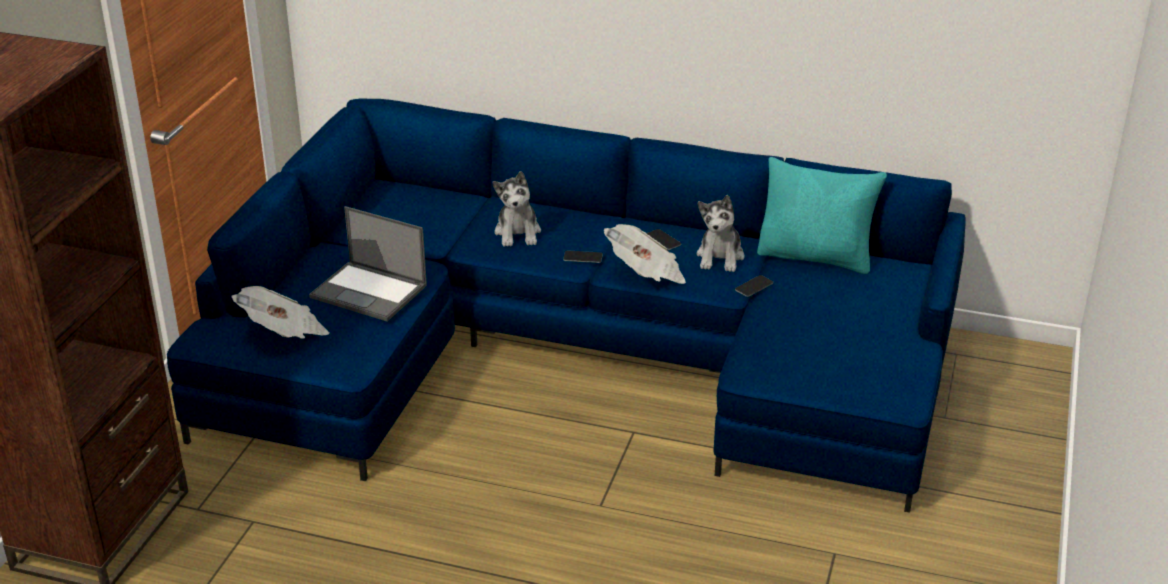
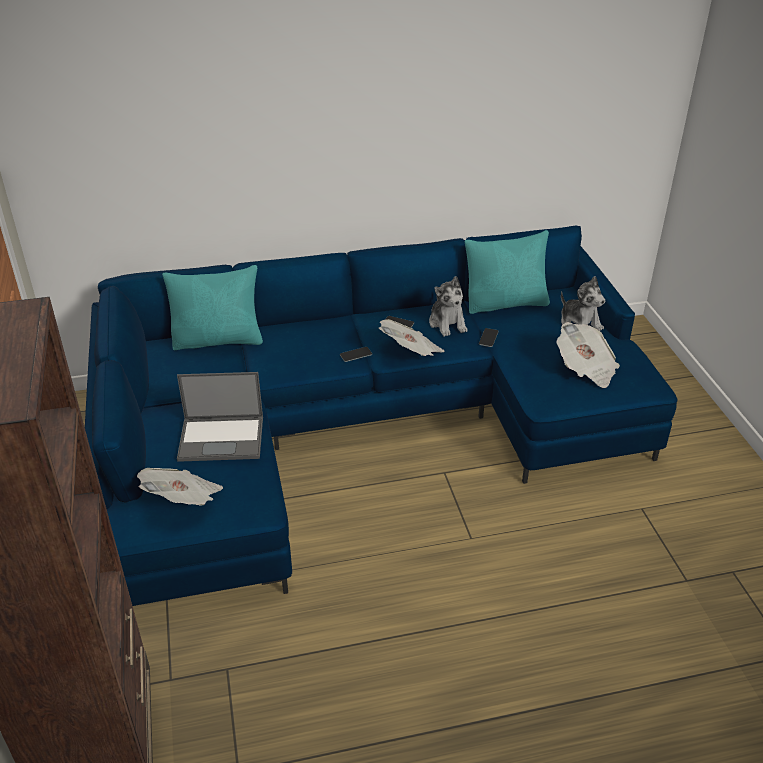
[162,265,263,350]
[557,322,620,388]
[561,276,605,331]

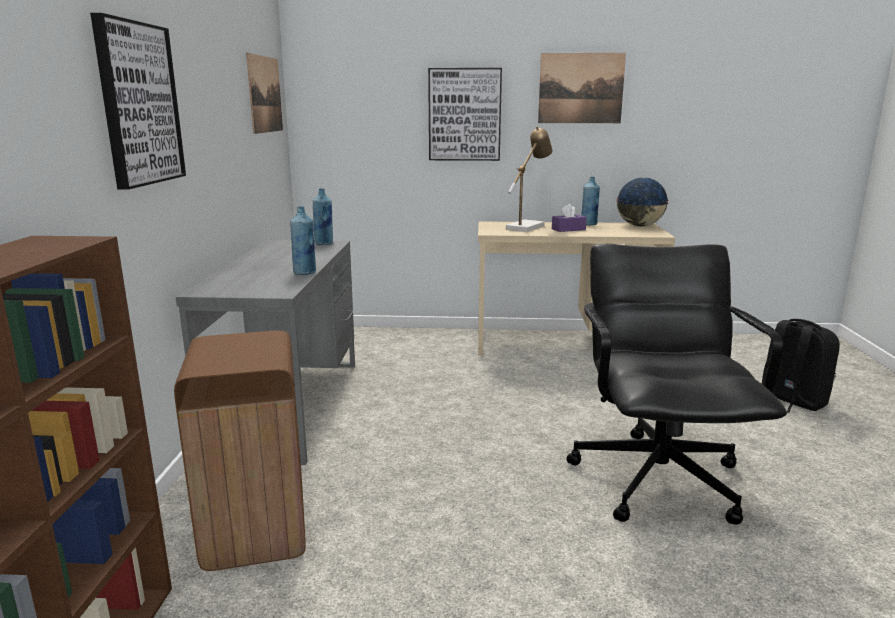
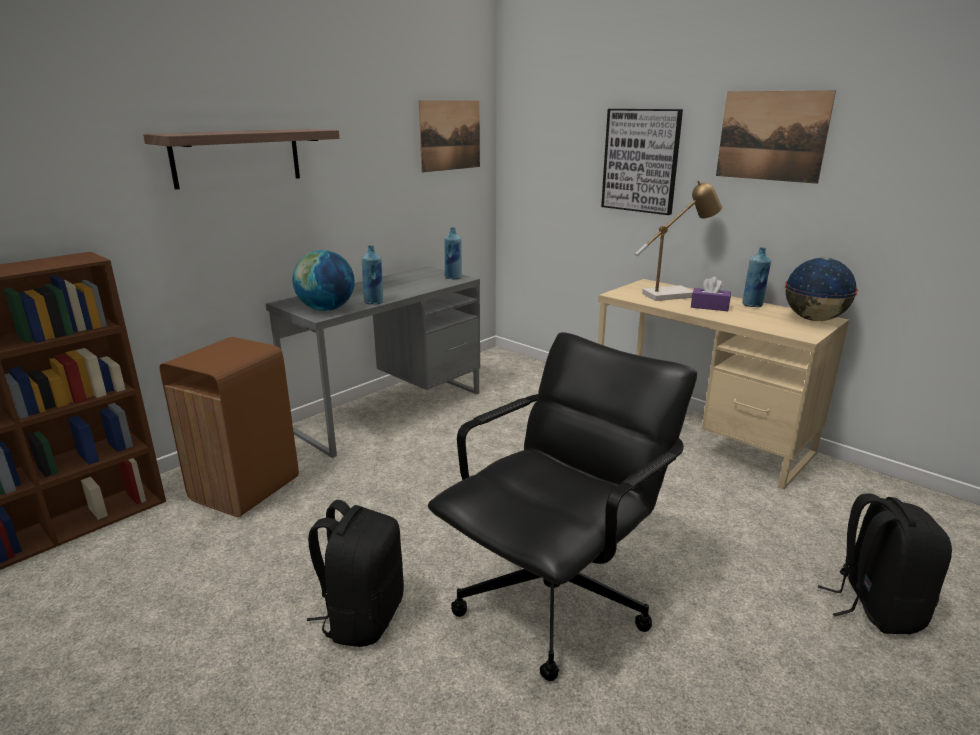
[293,250,355,311]
[307,500,404,647]
[143,129,340,190]

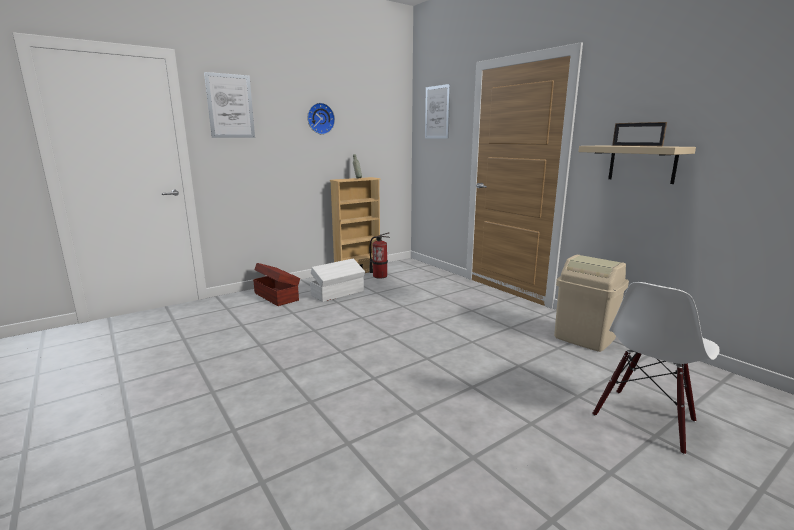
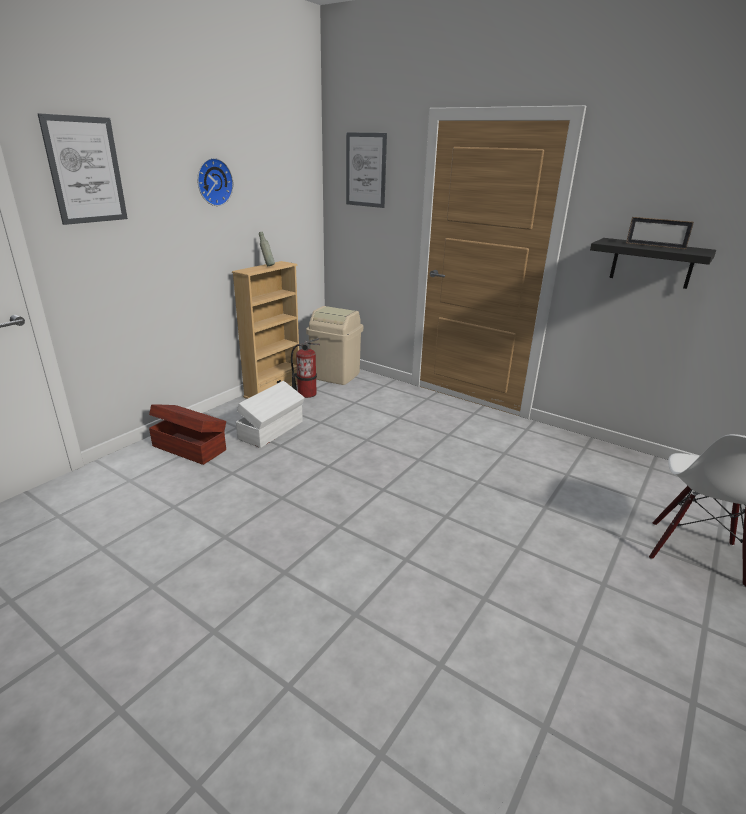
[306,306,363,385]
[590,238,716,289]

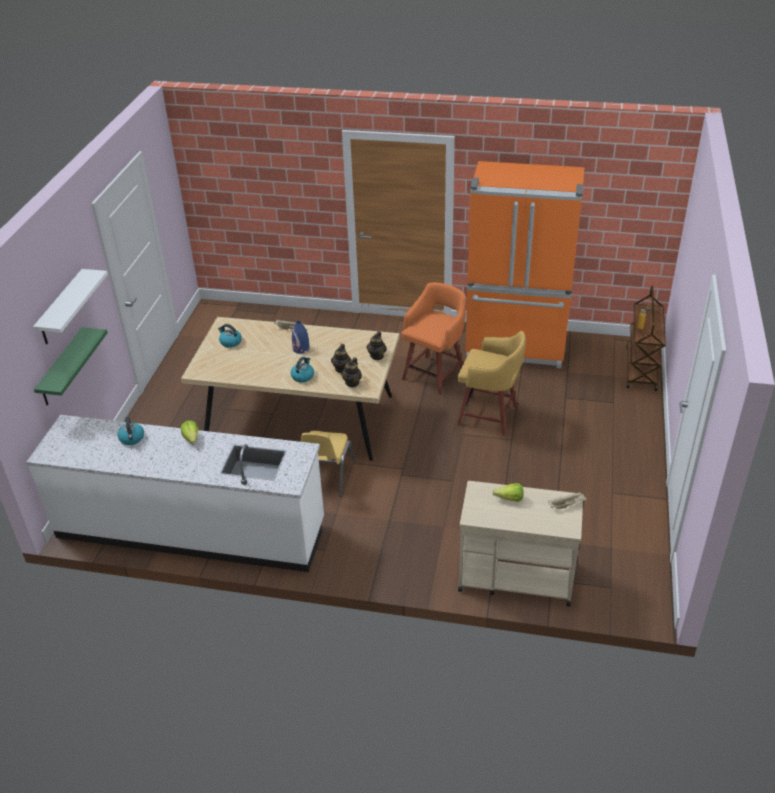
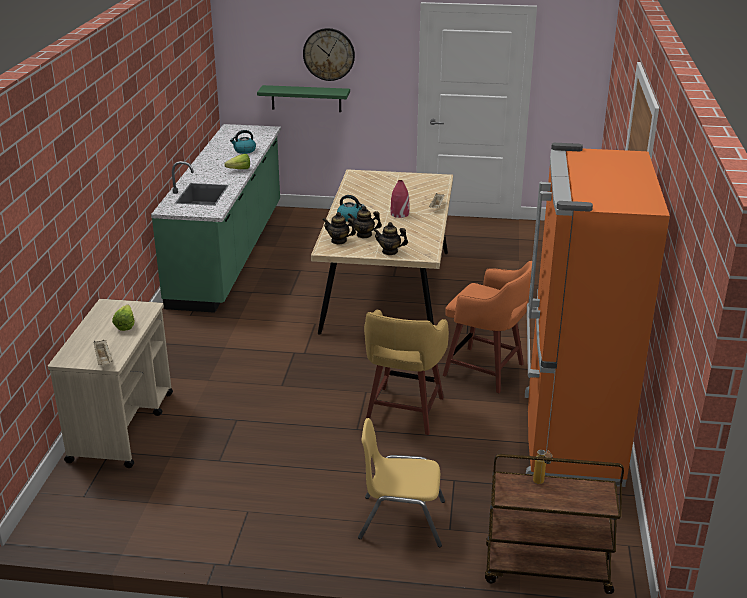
[218,324,242,348] (first image)
[358,418,445,547]
[303,28,355,81]
[151,124,281,313]
[391,180,409,218]

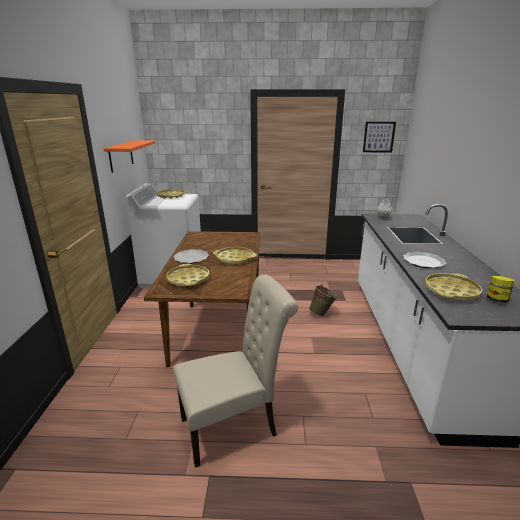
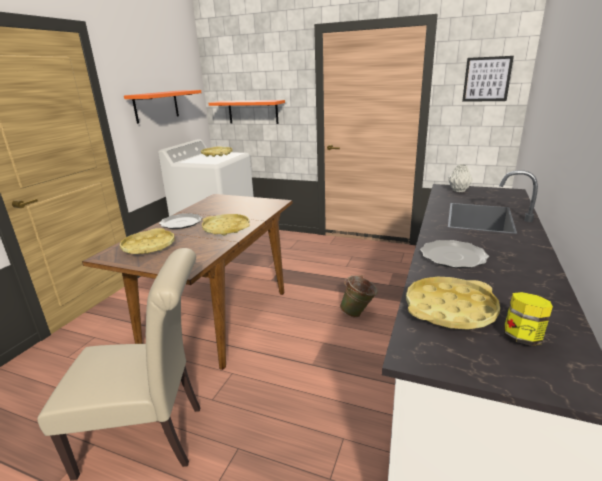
[209,100,285,124]

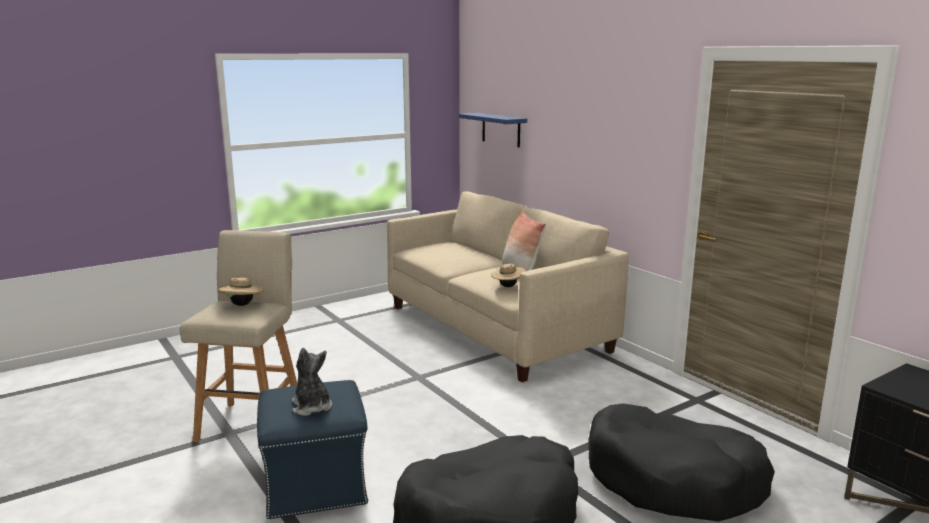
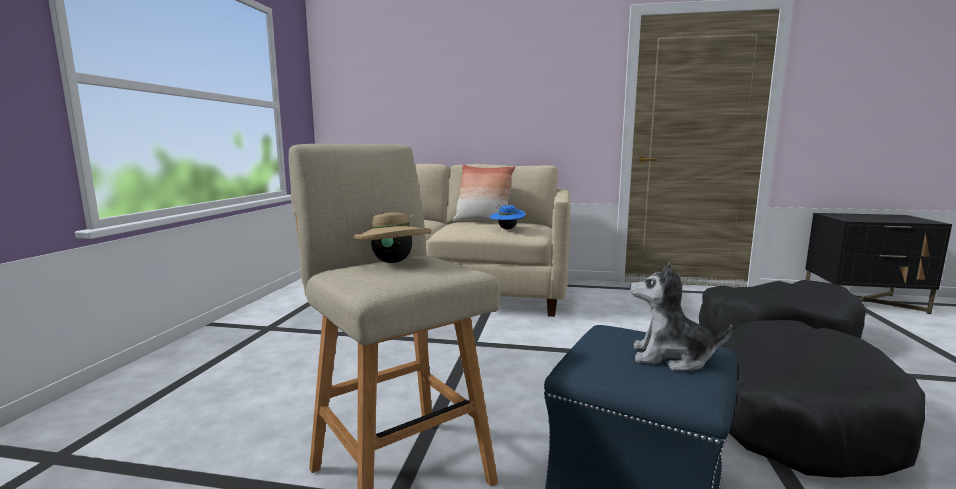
[459,113,527,147] (first image)
[490,205,525,229]

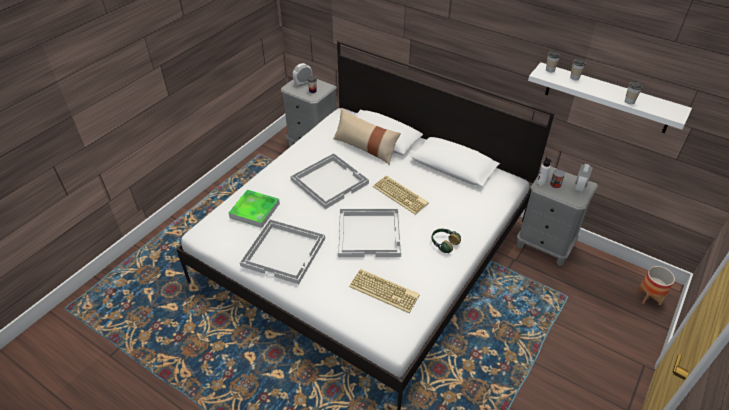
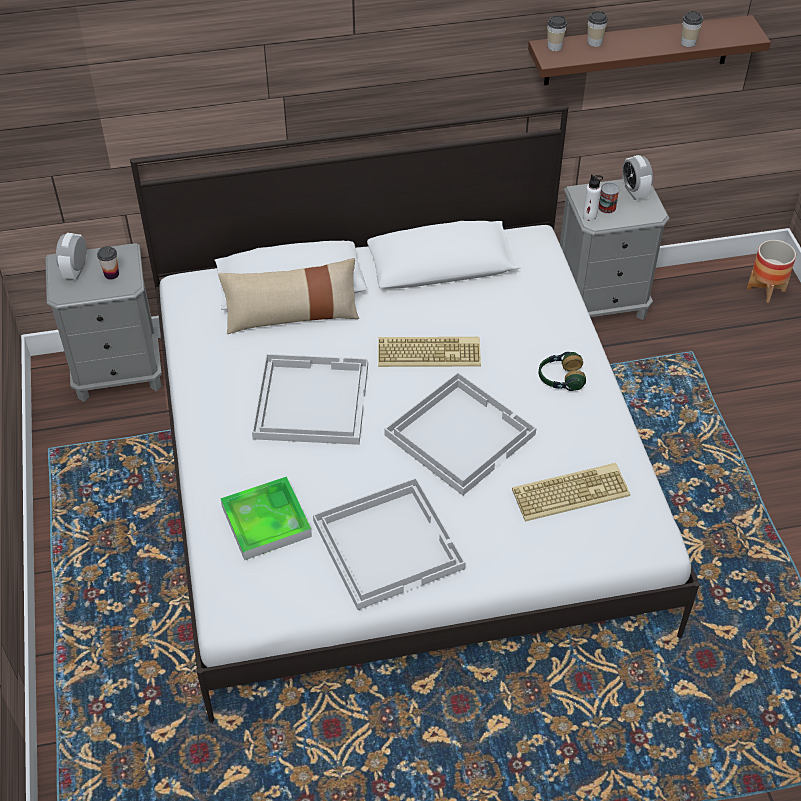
[528,15,771,85]

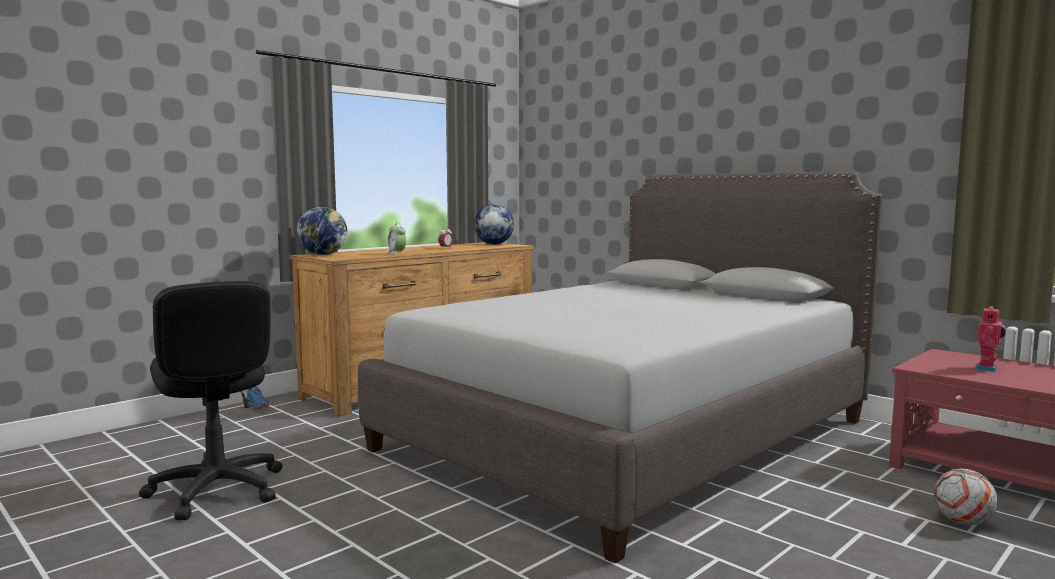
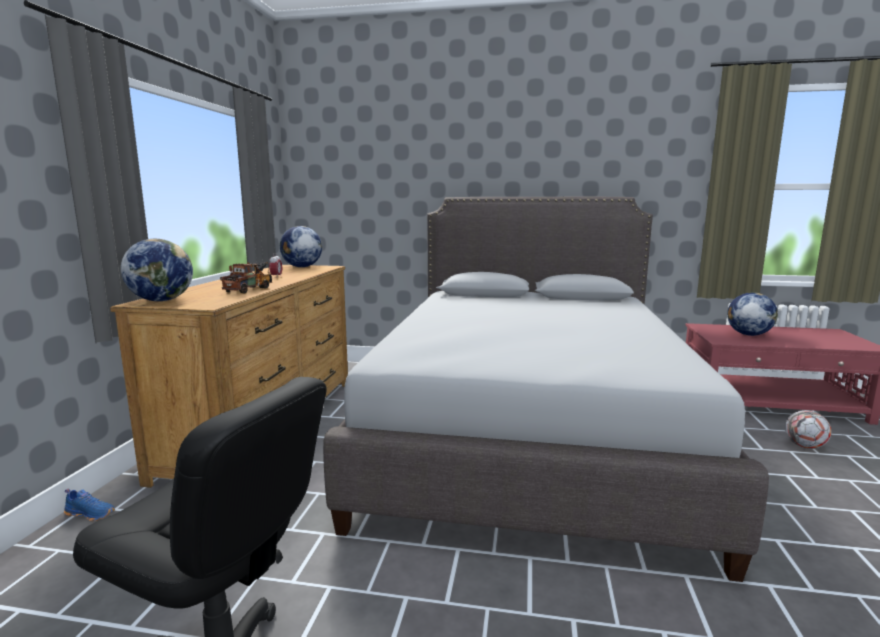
[220,262,272,293]
[727,292,778,336]

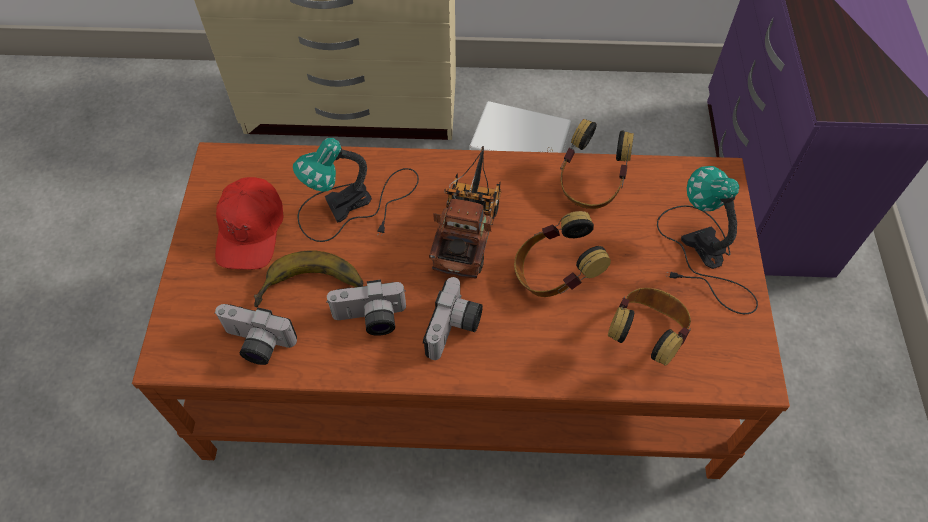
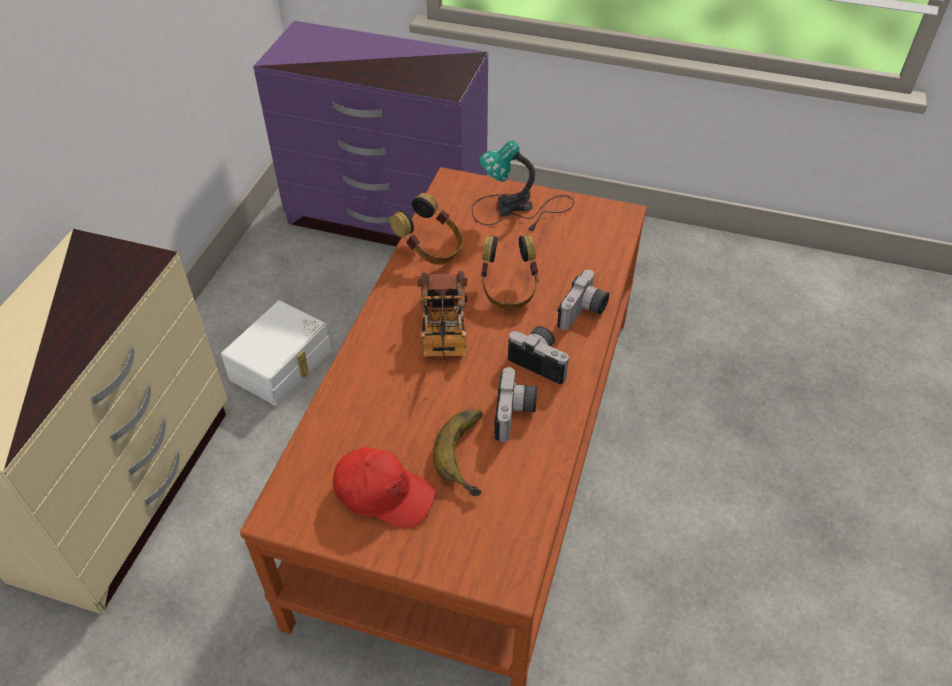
[293,138,419,242] (first image)
[608,288,691,366] (first image)
[557,270,609,330]
[417,271,467,360]

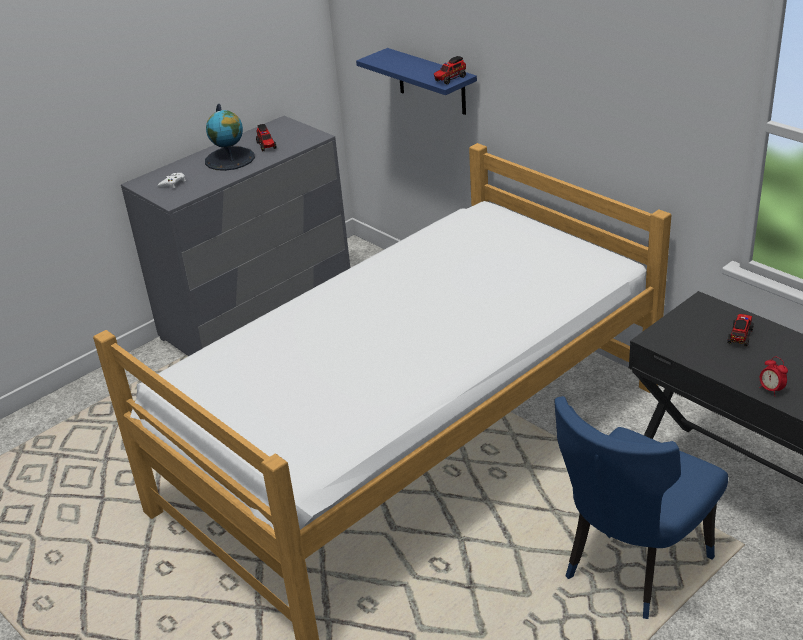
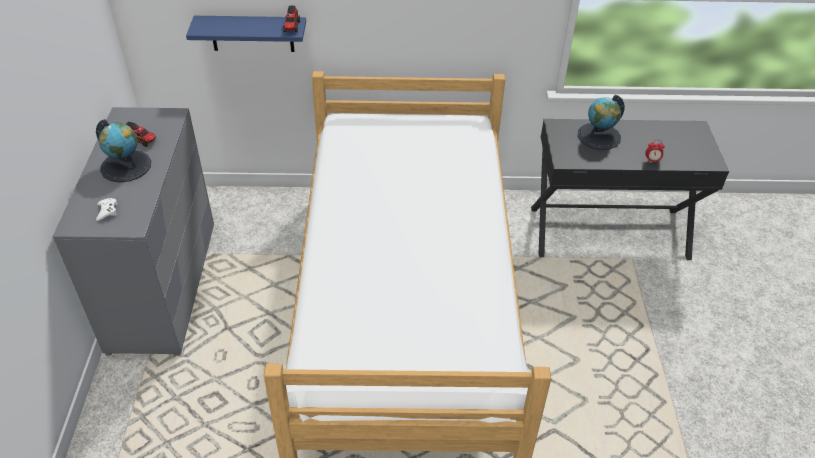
[554,396,728,619] (first image)
[578,95,625,150]

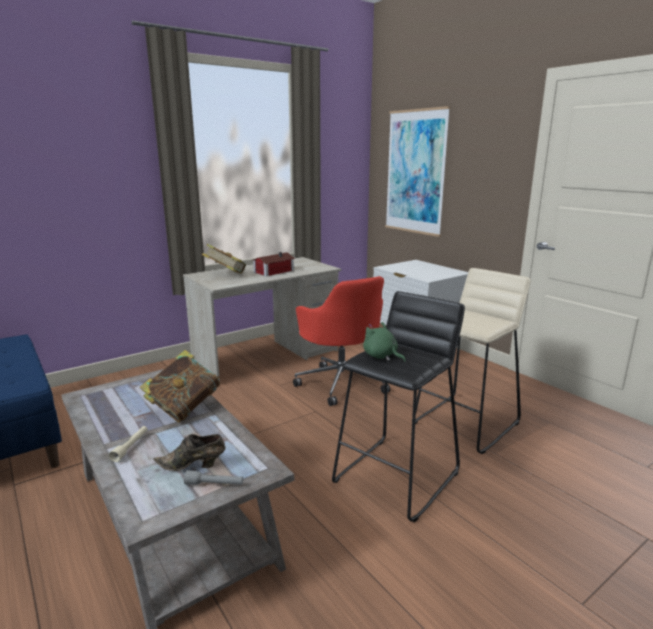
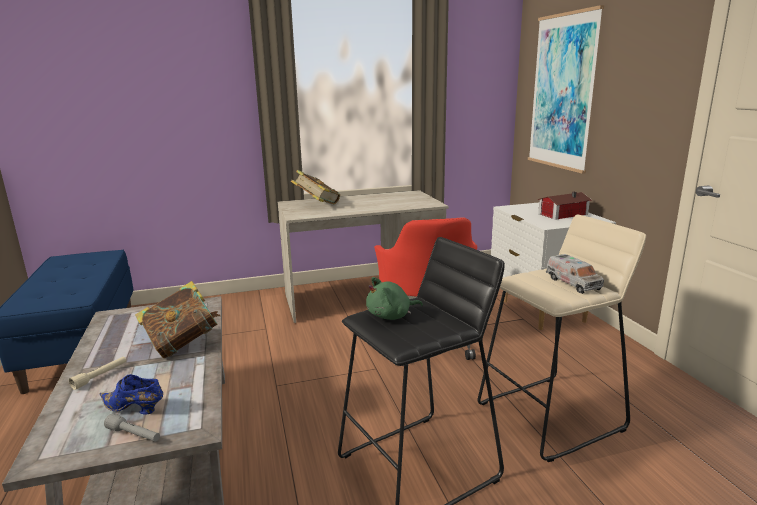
[546,254,604,294]
[537,191,592,220]
[99,374,163,415]
[366,277,423,320]

